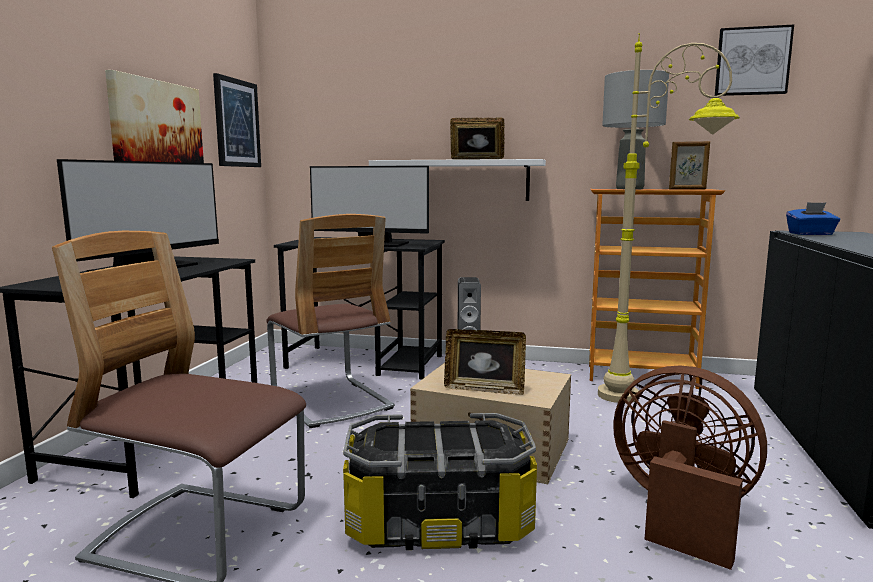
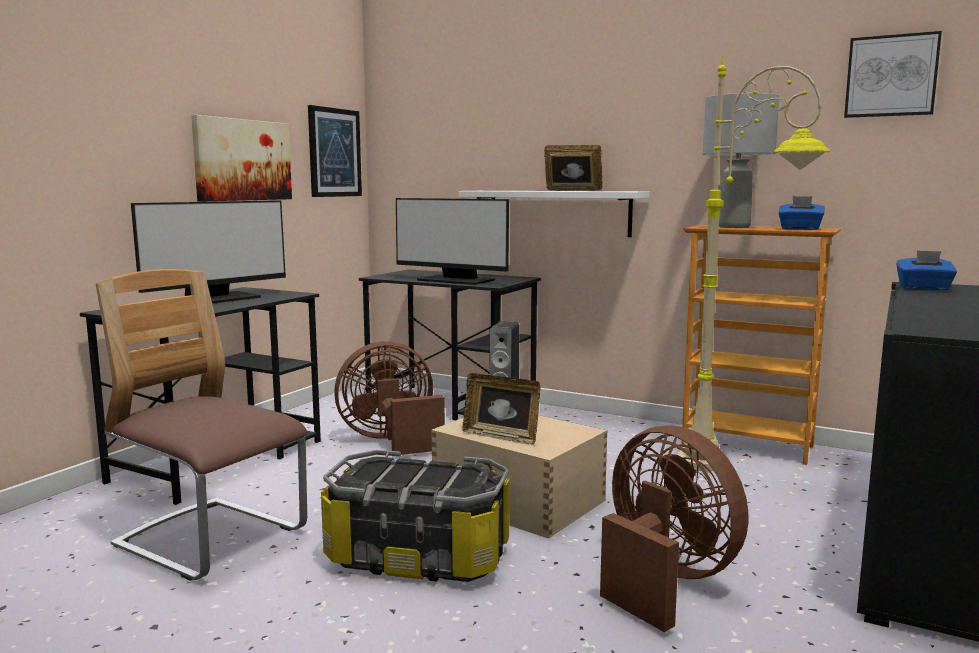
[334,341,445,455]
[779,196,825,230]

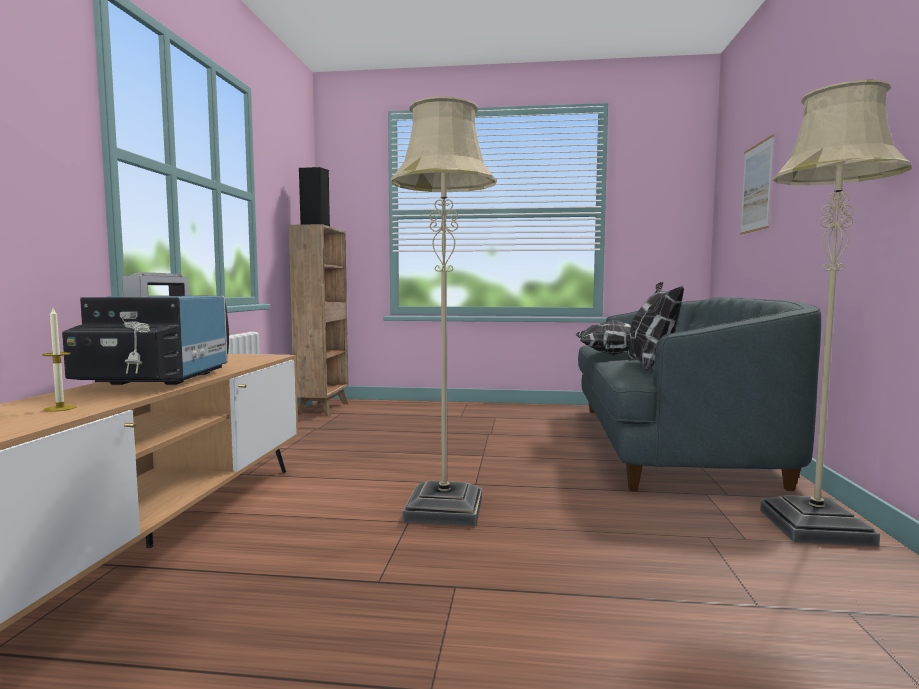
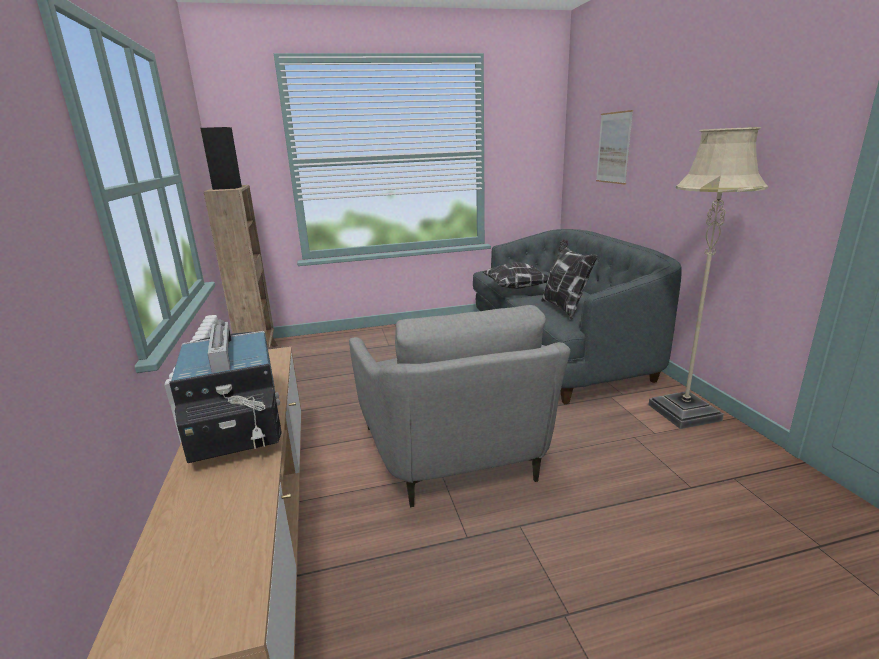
[42,308,77,412] (first image)
[349,305,570,507]

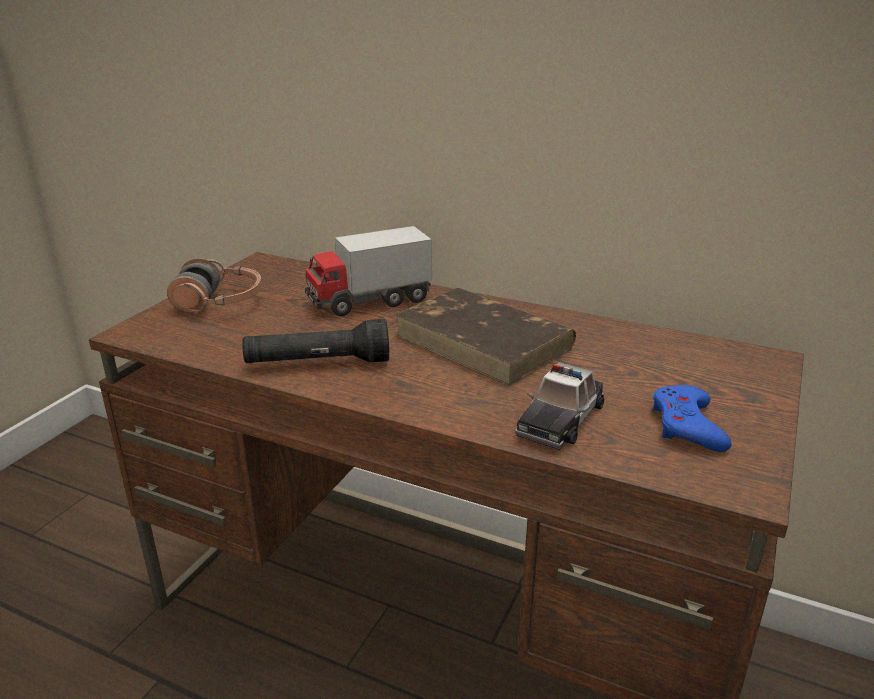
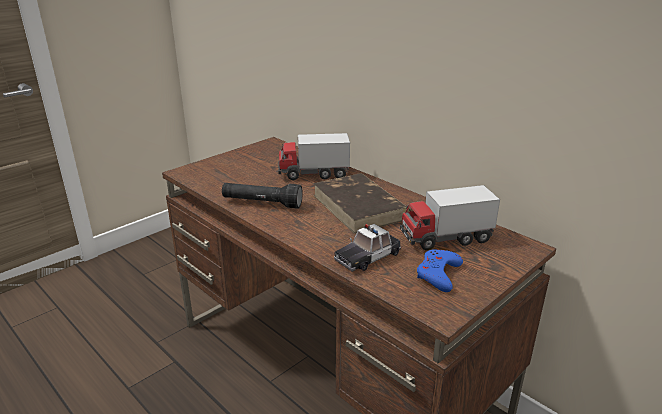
[167,259,262,313] (first image)
[400,185,500,250]

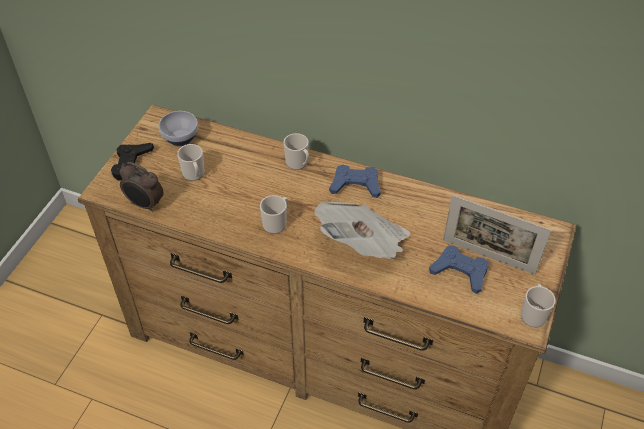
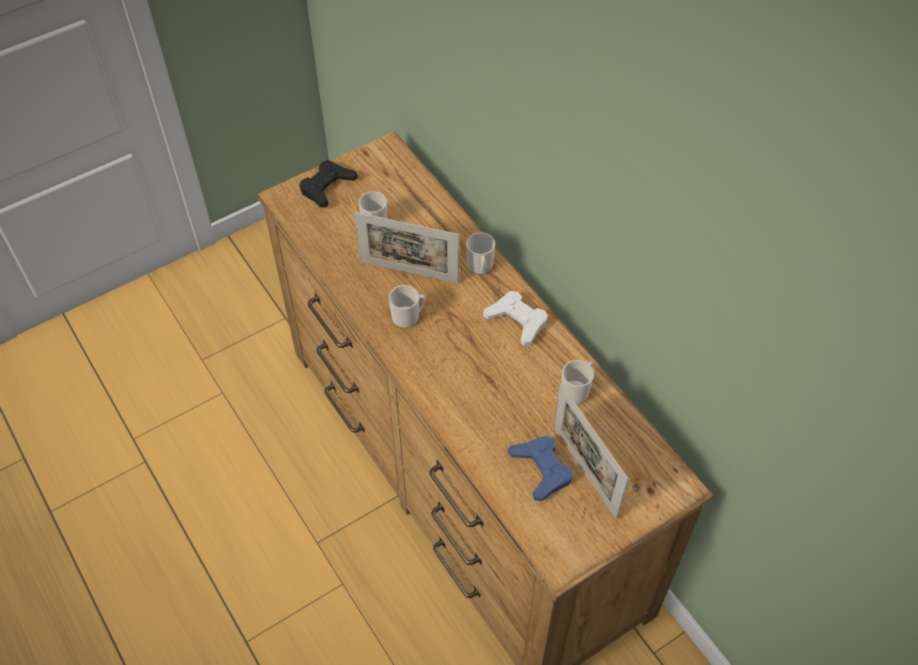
[120,162,163,212] (first image)
[159,111,198,146] (first image)
[314,201,411,260] (first image)
[354,212,459,283]
[561,360,594,404]
[483,291,548,346]

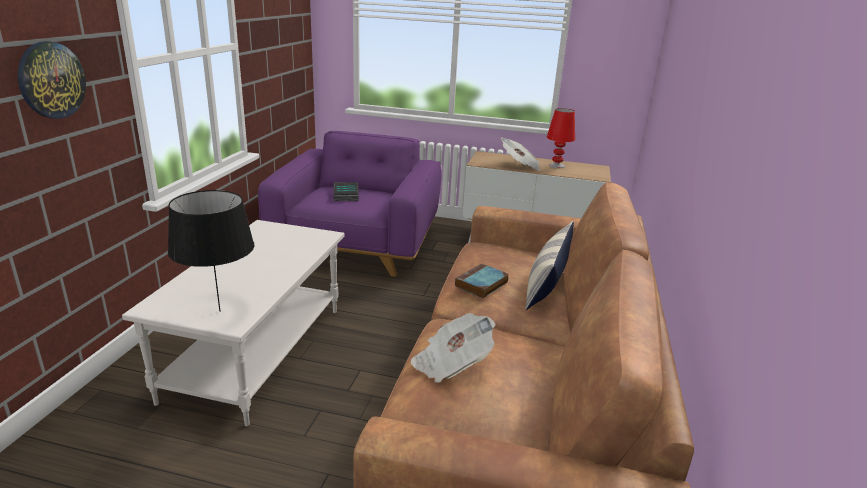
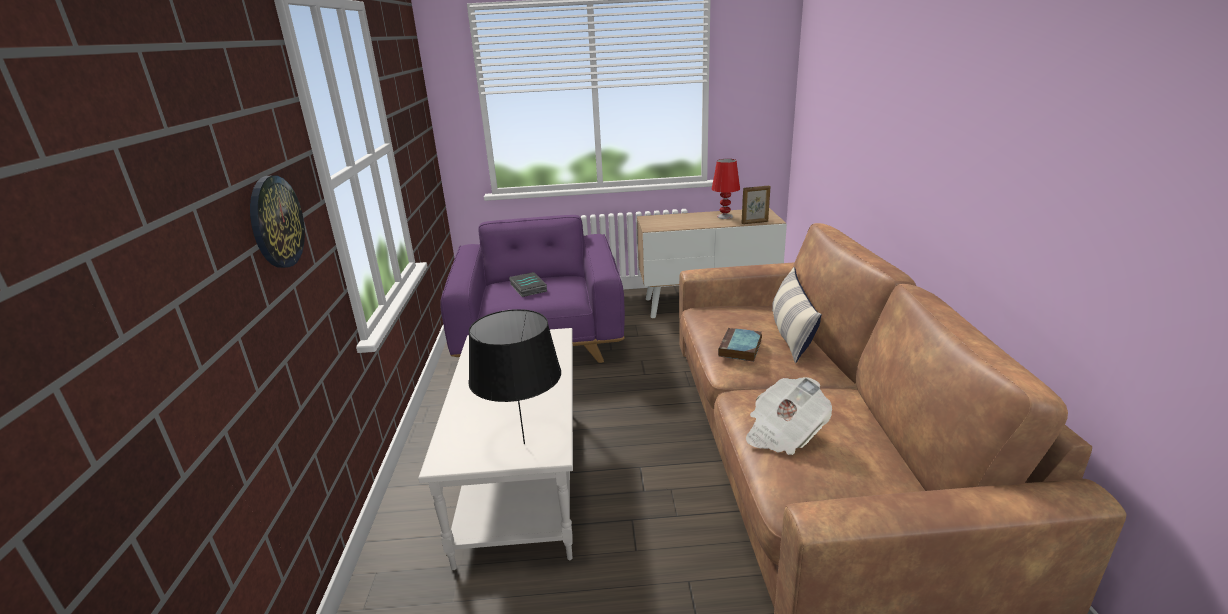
[501,138,541,171] (first image)
[742,185,770,224]

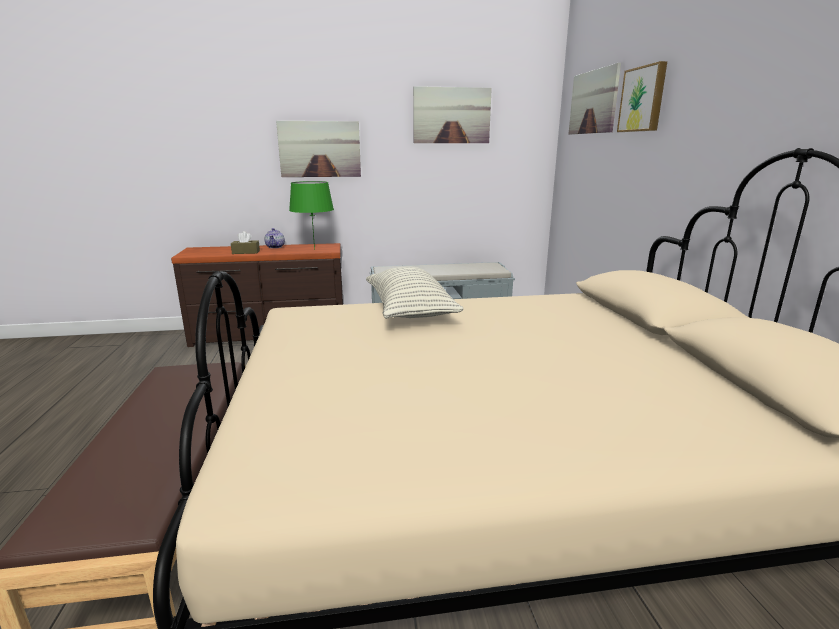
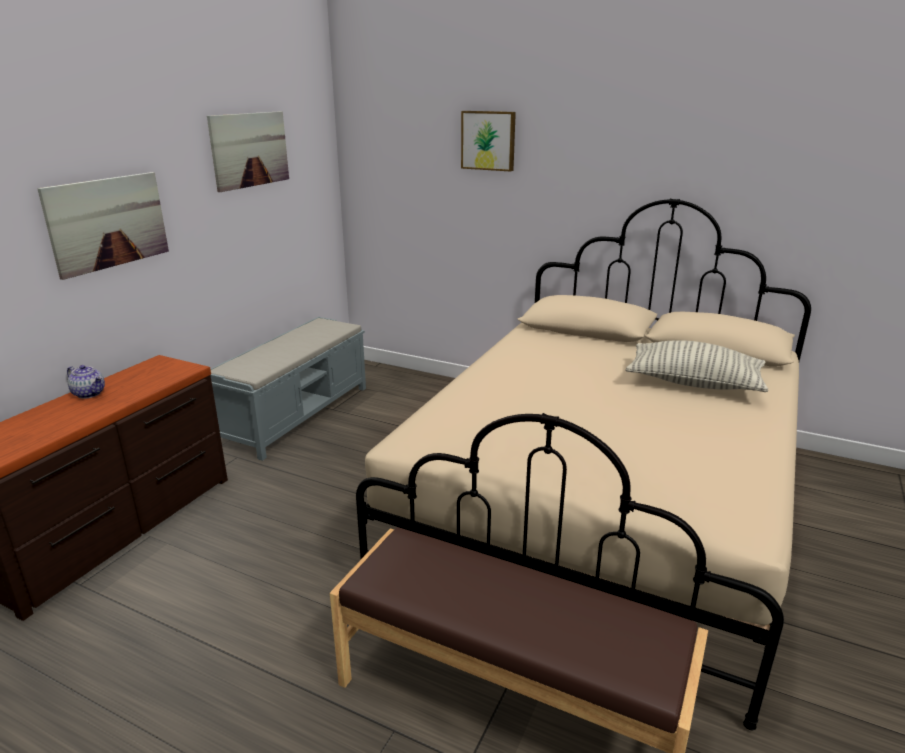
[231,231,260,254] (first image)
[289,181,334,249] (first image)
[569,63,621,134] (first image)
[625,340,768,392]

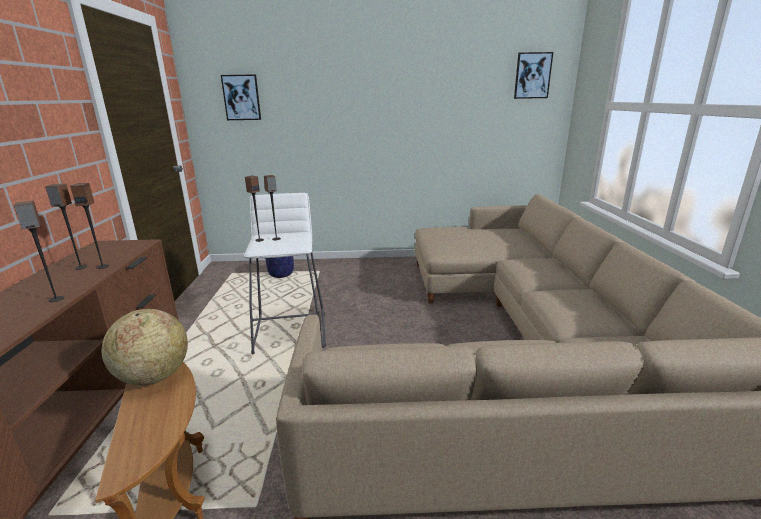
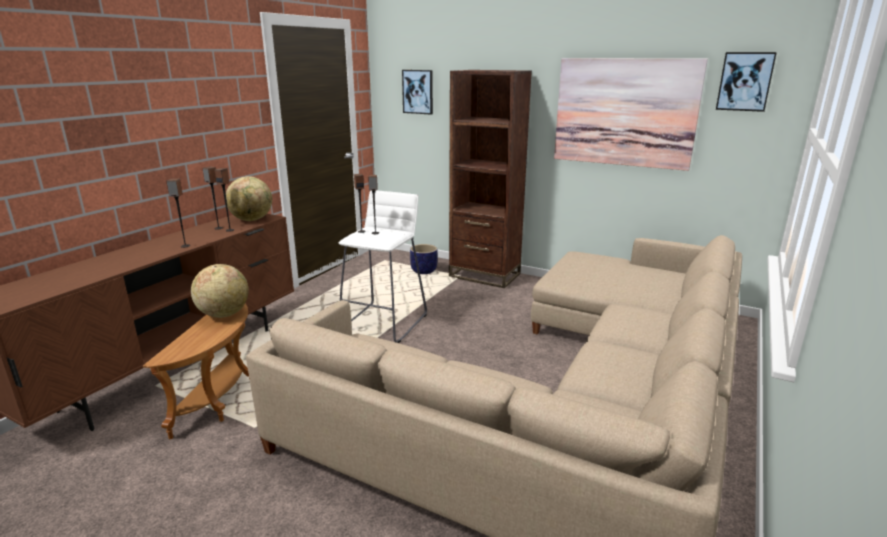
[226,176,272,221]
[449,70,532,288]
[554,58,708,171]

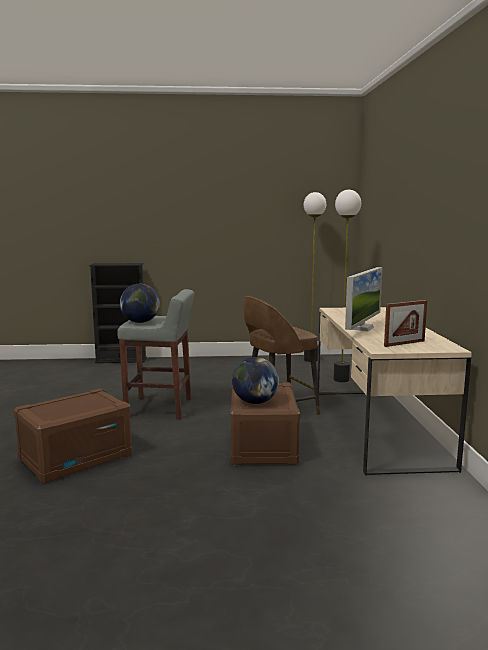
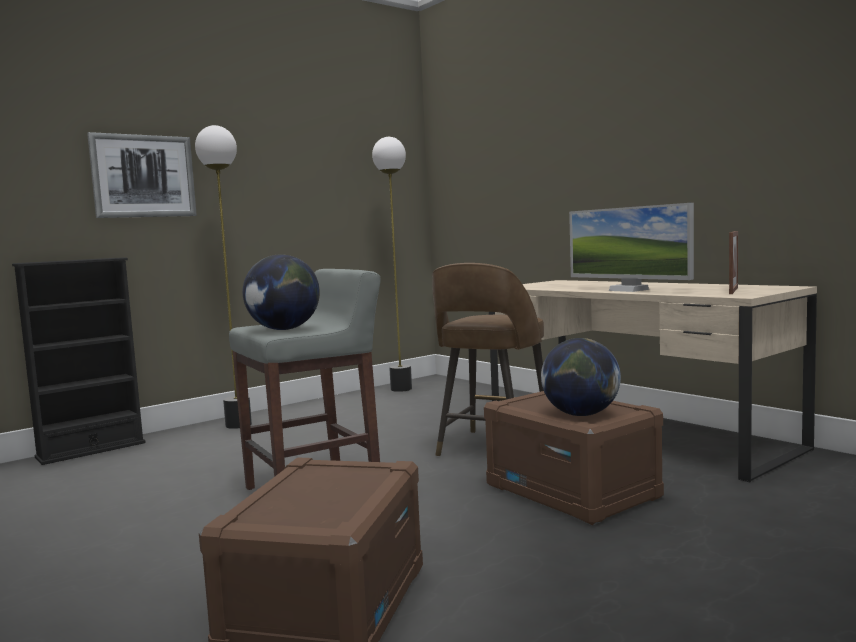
[87,132,197,218]
[195,125,252,429]
[569,203,694,292]

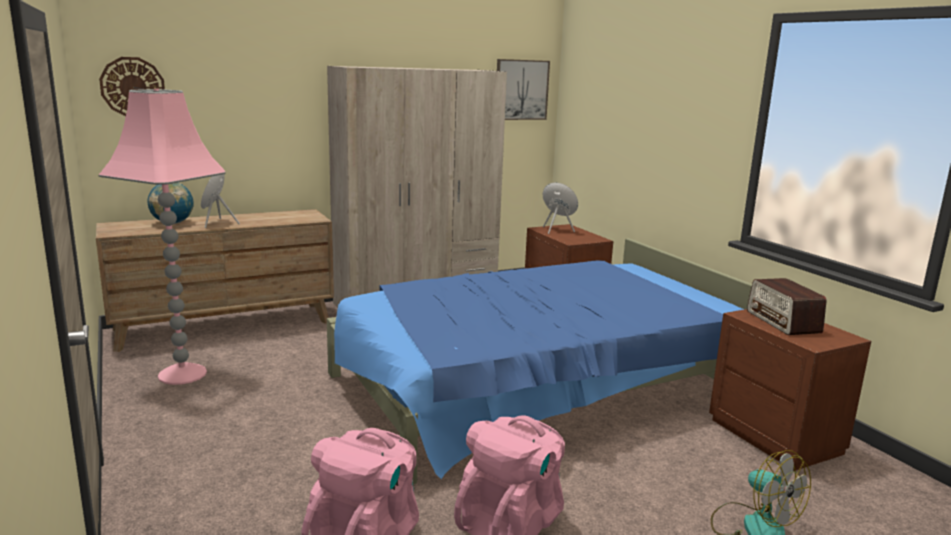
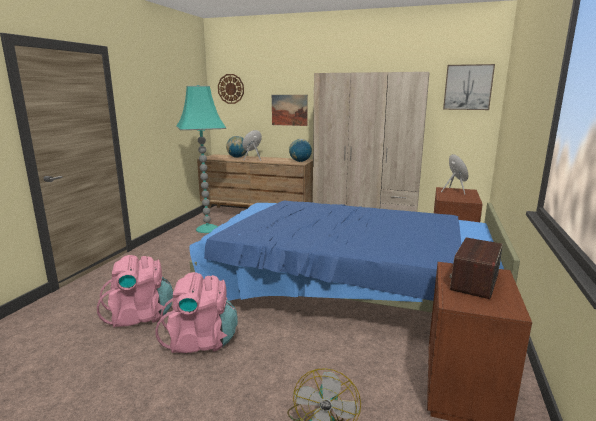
[272,95,308,126]
[289,139,312,162]
[176,85,226,233]

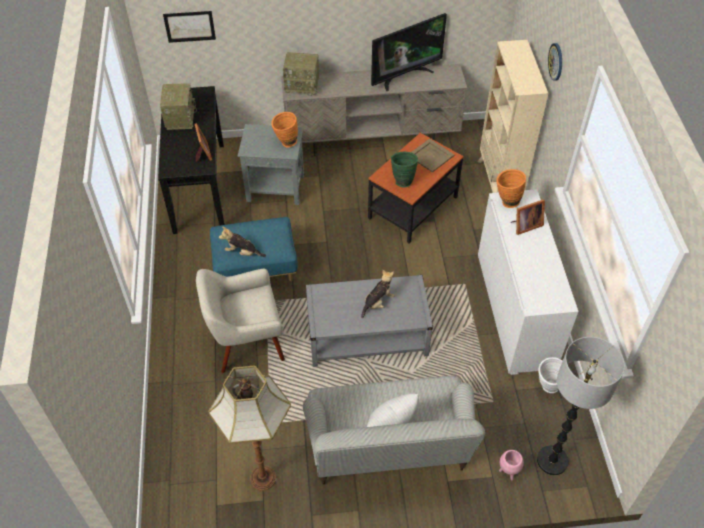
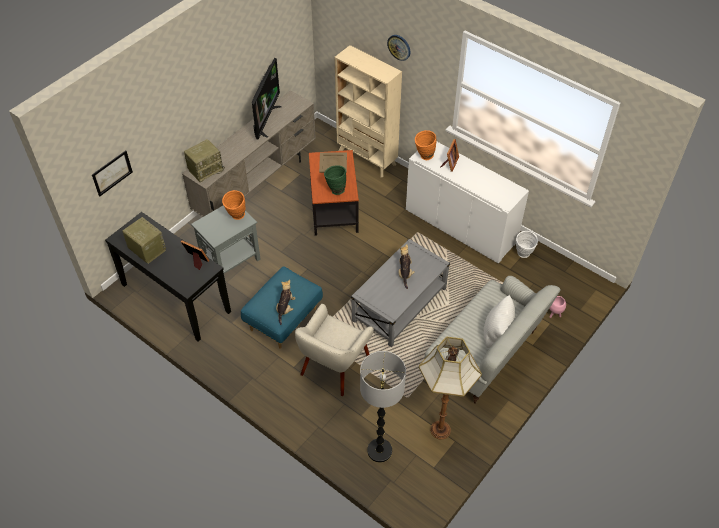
[360,351,406,463]
[276,280,296,325]

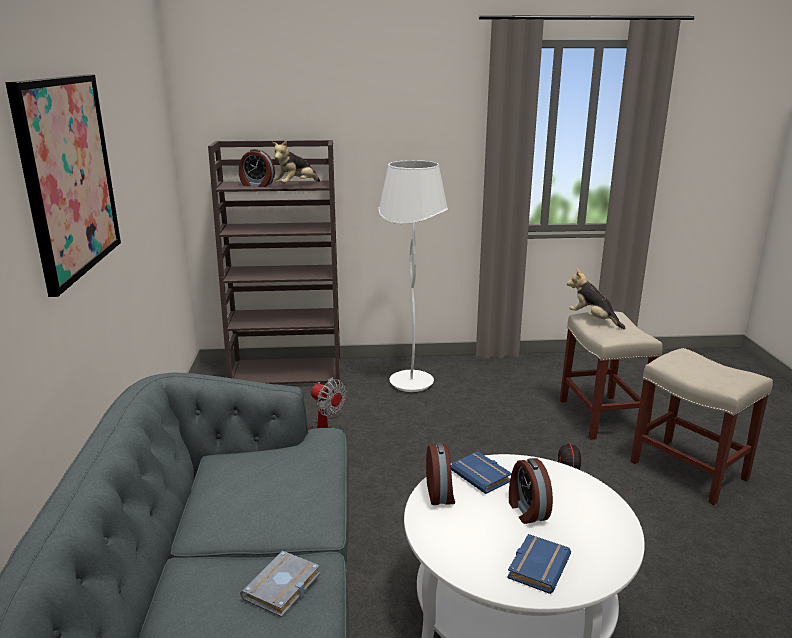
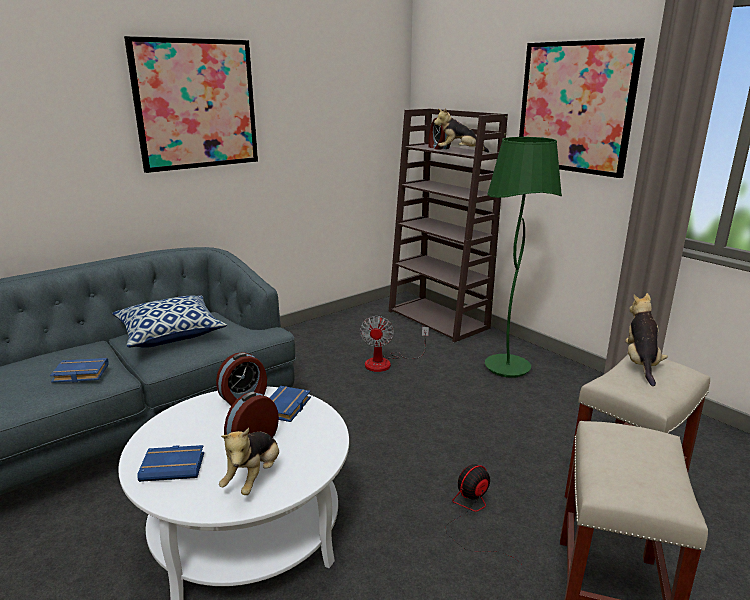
[112,295,227,348]
[219,428,279,495]
[519,38,645,178]
[50,358,109,383]
[485,137,562,378]

